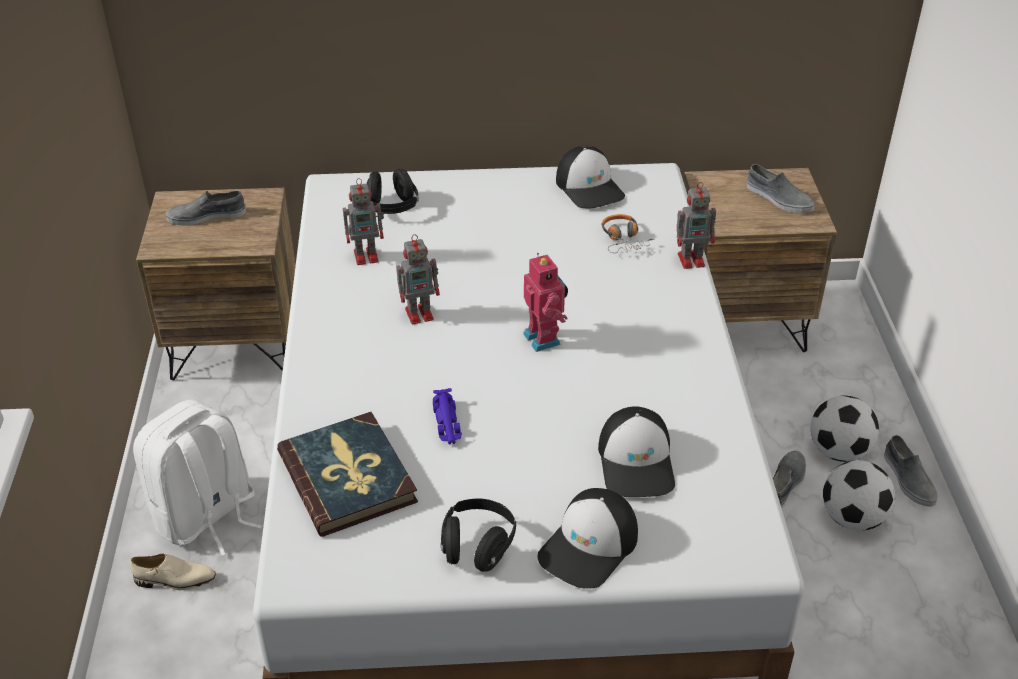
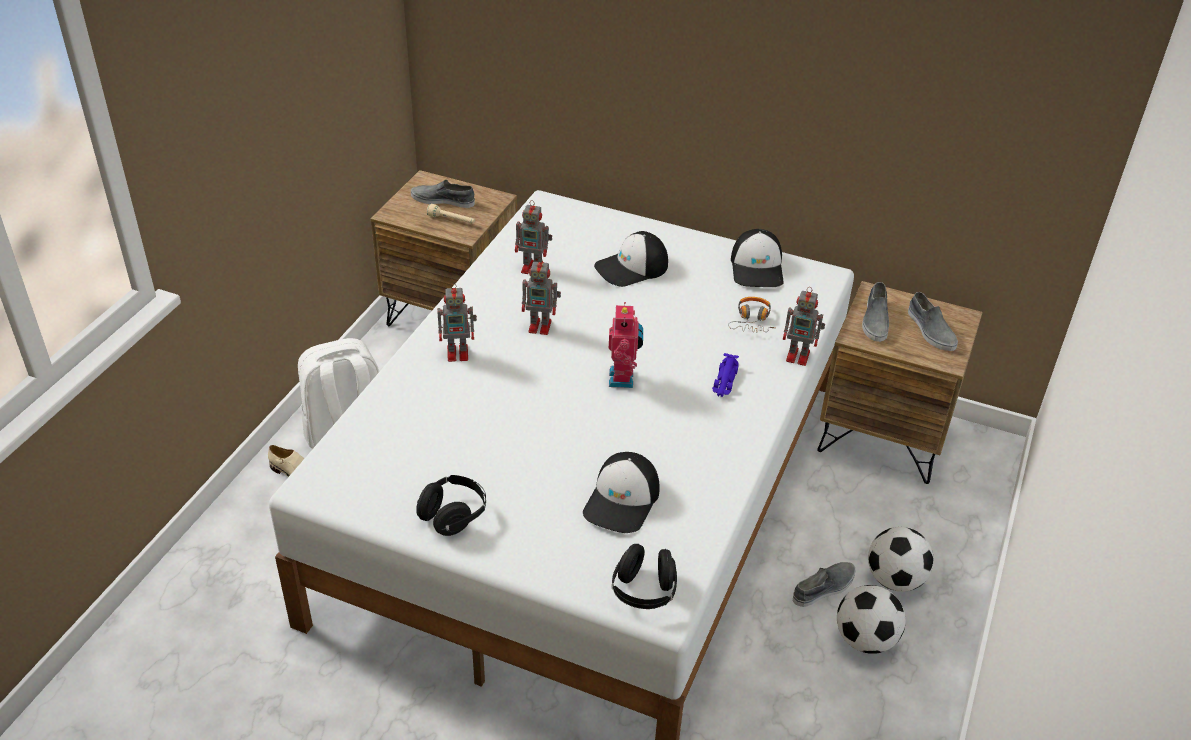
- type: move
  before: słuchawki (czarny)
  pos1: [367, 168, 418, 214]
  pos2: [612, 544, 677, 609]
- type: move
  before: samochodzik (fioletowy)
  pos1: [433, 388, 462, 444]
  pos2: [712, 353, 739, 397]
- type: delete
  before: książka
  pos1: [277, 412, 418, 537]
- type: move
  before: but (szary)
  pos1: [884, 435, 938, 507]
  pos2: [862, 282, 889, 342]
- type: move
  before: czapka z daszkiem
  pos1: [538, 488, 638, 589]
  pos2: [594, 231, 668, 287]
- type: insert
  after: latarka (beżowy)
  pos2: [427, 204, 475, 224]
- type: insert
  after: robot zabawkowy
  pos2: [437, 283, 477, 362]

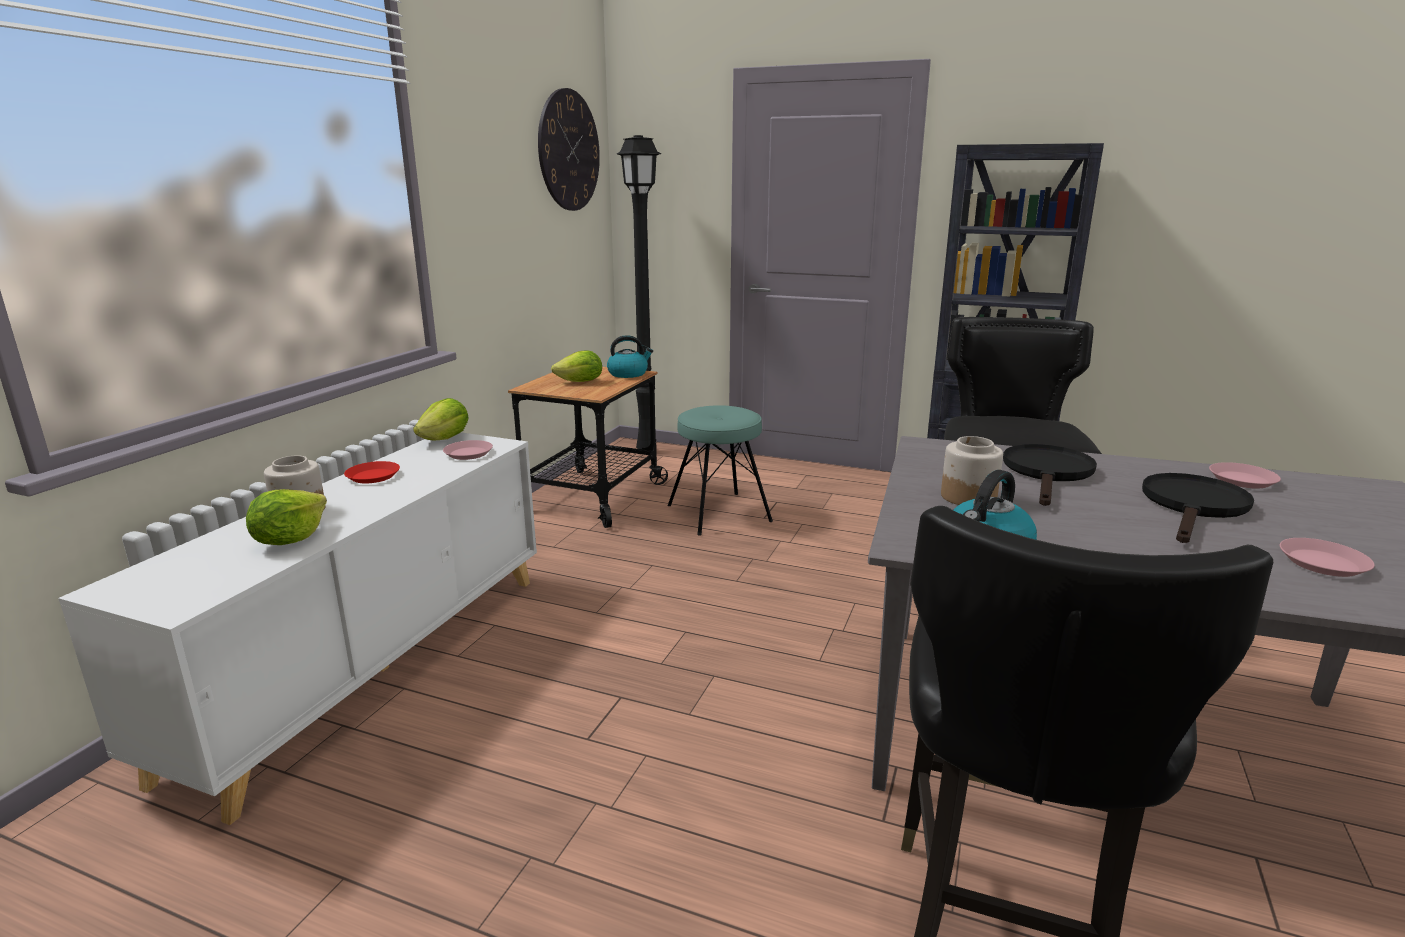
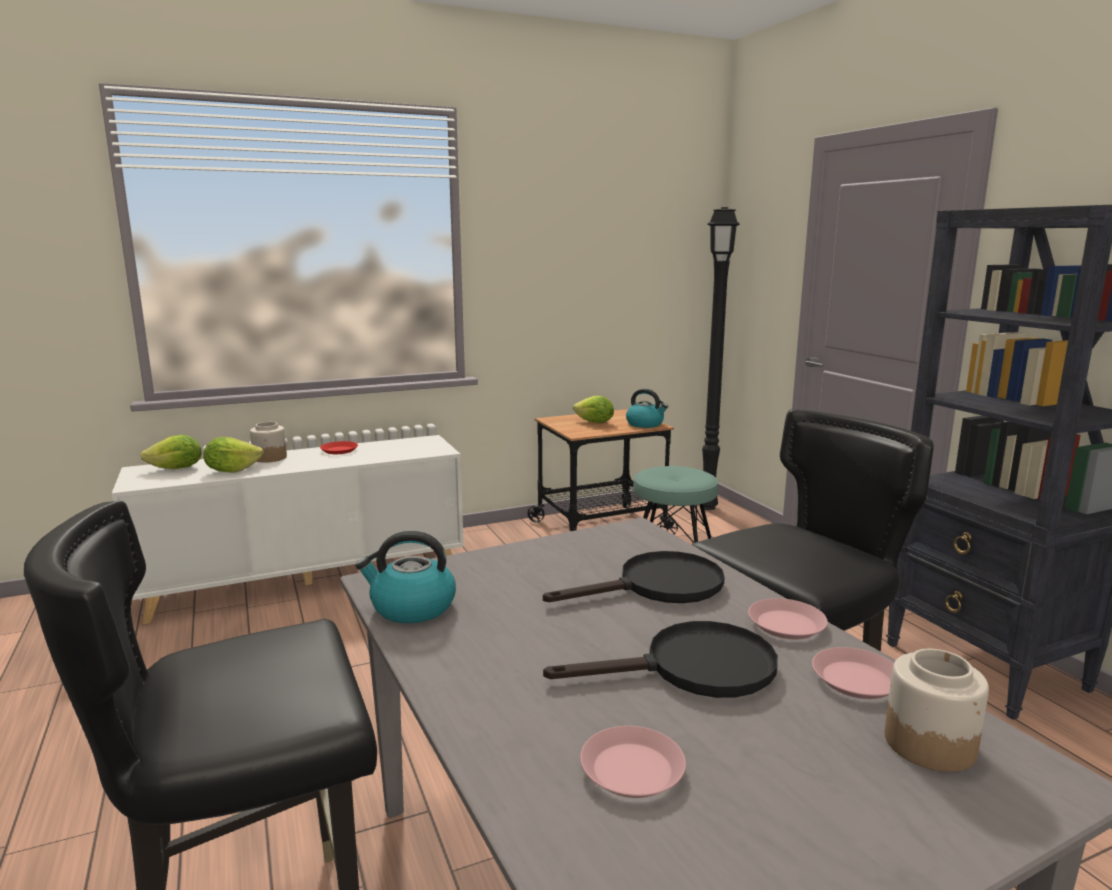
- type: delete
  before: zegar ścienny
  pos1: [538, 88, 600, 211]
- type: move
  before: sałata
  pos1: [413, 398, 469, 440]
  pos2: [140, 435, 202, 469]
- type: move
  before: słoik
  pos1: [941, 436, 1003, 505]
  pos2: [885, 649, 989, 772]
- type: move
  before: talerz (różowy)
  pos1: [443, 440, 493, 460]
  pos2: [748, 598, 828, 639]

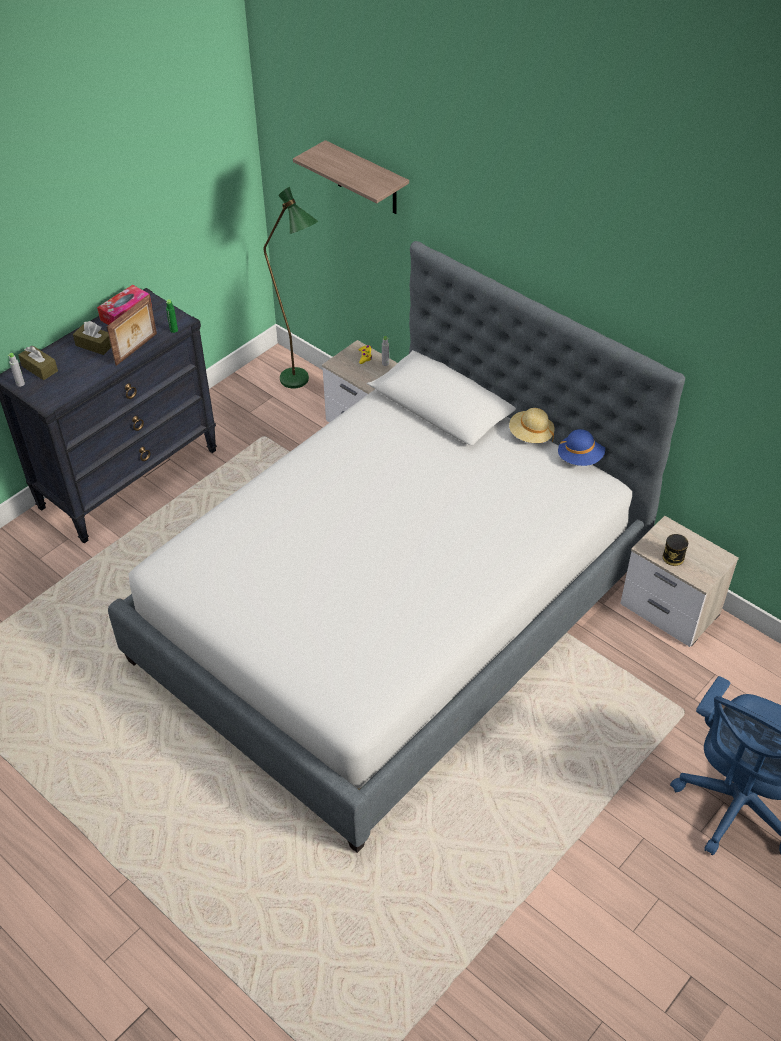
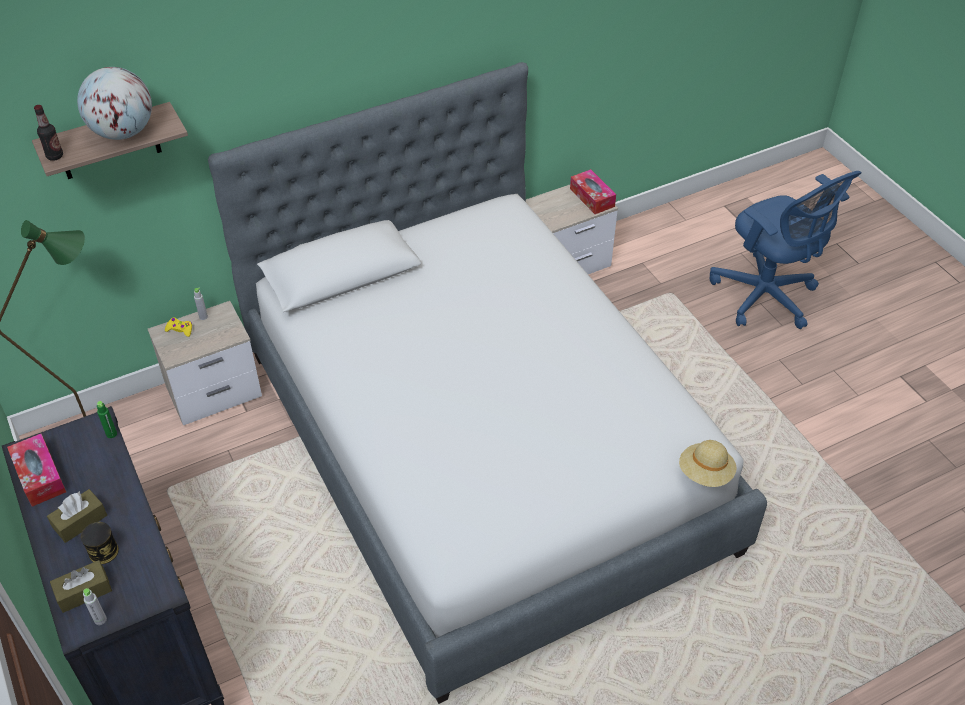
- type: delete
  before: ramka na zdjęcie
  pos1: [107, 295, 157, 366]
- type: move
  before: kapelusz (beżowy)
  pos1: [509, 408, 555, 443]
  pos2: [679, 440, 737, 487]
- type: delete
  before: kapelusz (niebieski)
  pos1: [558, 429, 605, 466]
- type: move
  before: puszka
  pos1: [663, 534, 688, 566]
  pos2: [81, 522, 119, 564]
- type: insert
  after: globus
  pos2: [77, 67, 152, 140]
- type: insert
  after: butelka
  pos2: [34, 105, 63, 161]
- type: insert
  after: pudełko chusteczek
  pos2: [570, 169, 616, 214]

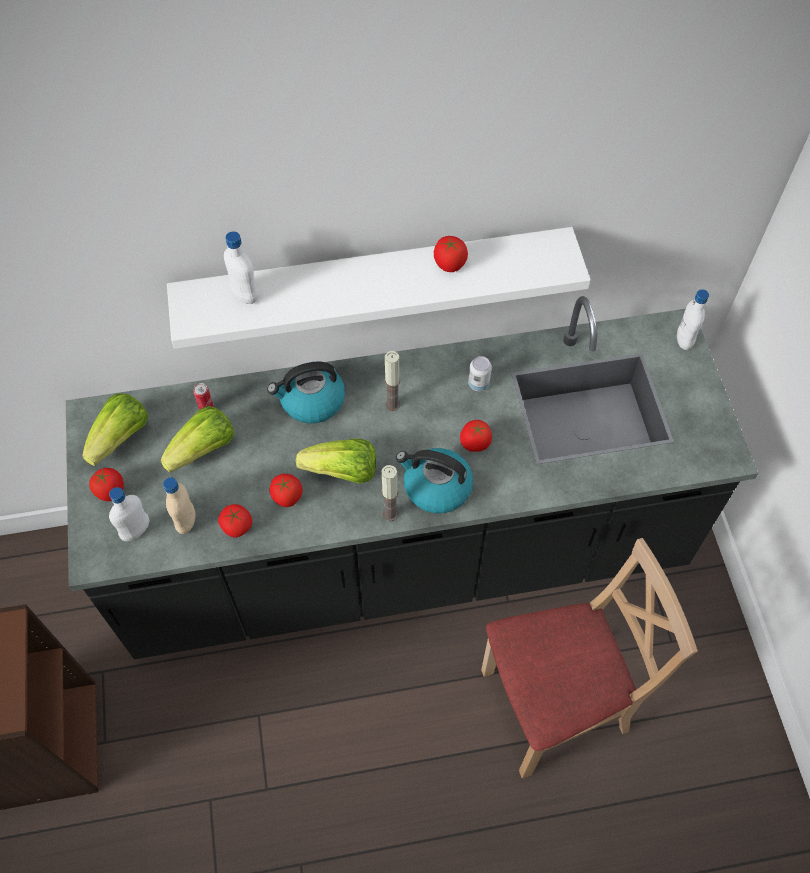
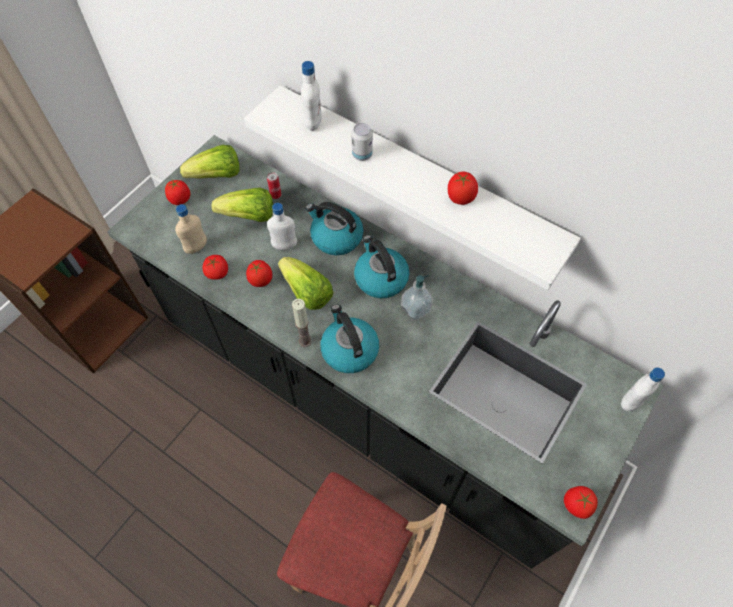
- type: replace
  before: świeca
  after: czajnik
  pos1: [385, 351, 400, 411]
  pos2: [354, 235, 409, 298]
- type: move
  before: puszka
  pos1: [468, 356, 492, 391]
  pos2: [352, 123, 373, 161]
- type: move
  before: pomidor
  pos1: [460, 420, 492, 452]
  pos2: [564, 486, 598, 519]
- type: move
  before: butelka (biały)
  pos1: [109, 487, 149, 541]
  pos2: [267, 203, 297, 250]
- type: insert
  after: dozownik mydła
  pos2: [401, 275, 433, 321]

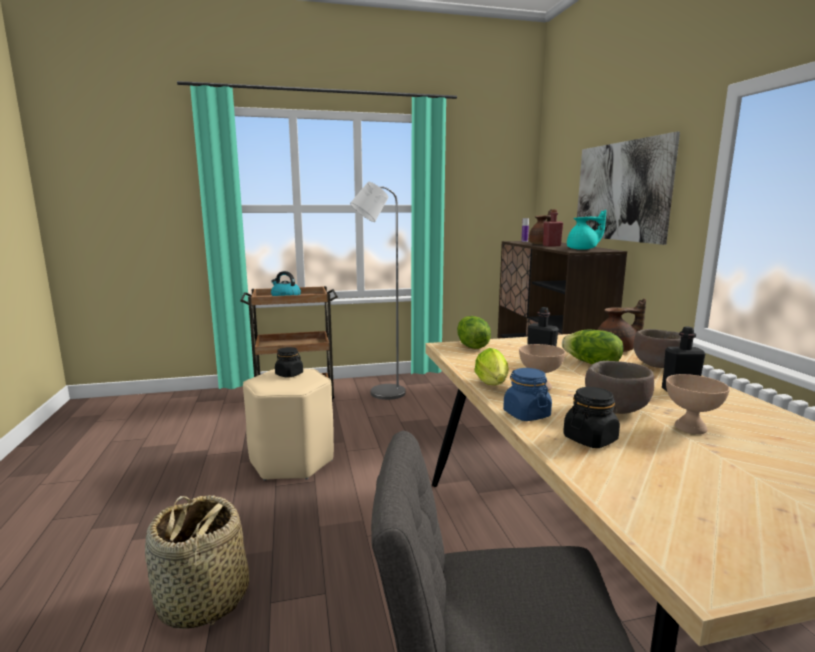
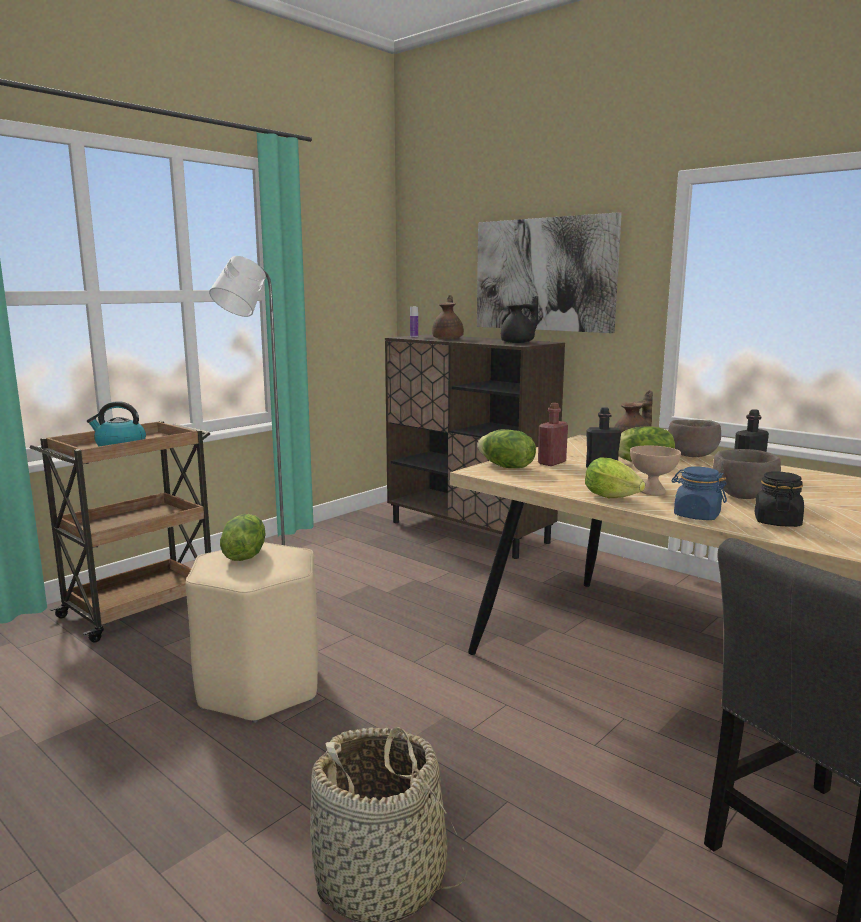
- type: move
  before: butelka (czerwony)
  pos1: [543, 209, 563, 247]
  pos2: [538, 403, 568, 466]
- type: recolor
  before: imbryk (turkusowy)
  after: imbryk (czarny)
  pos1: [567, 210, 606, 250]
  pos2: [501, 296, 538, 343]
- type: replace
  before: słoik (czarny)
  after: sałata
  pos1: [275, 347, 303, 378]
  pos2: [220, 514, 266, 561]
- type: delete
  before: miska (beżowy)
  pos1: [666, 374, 730, 434]

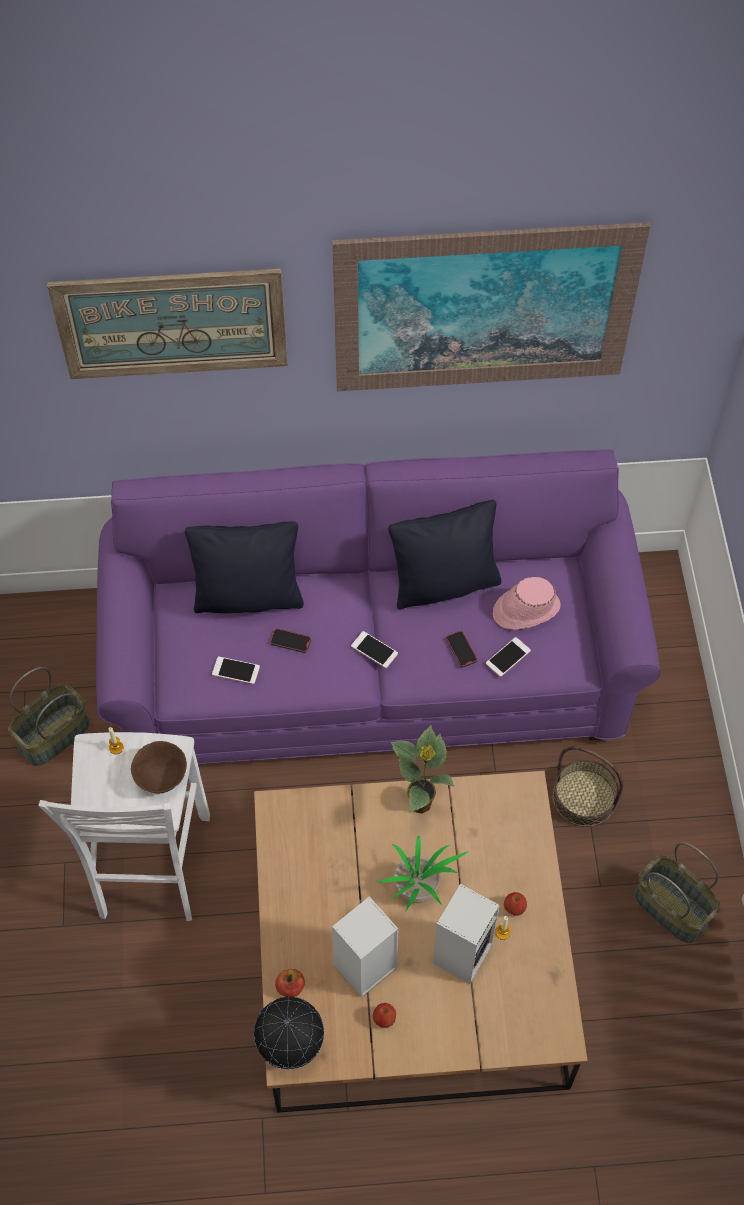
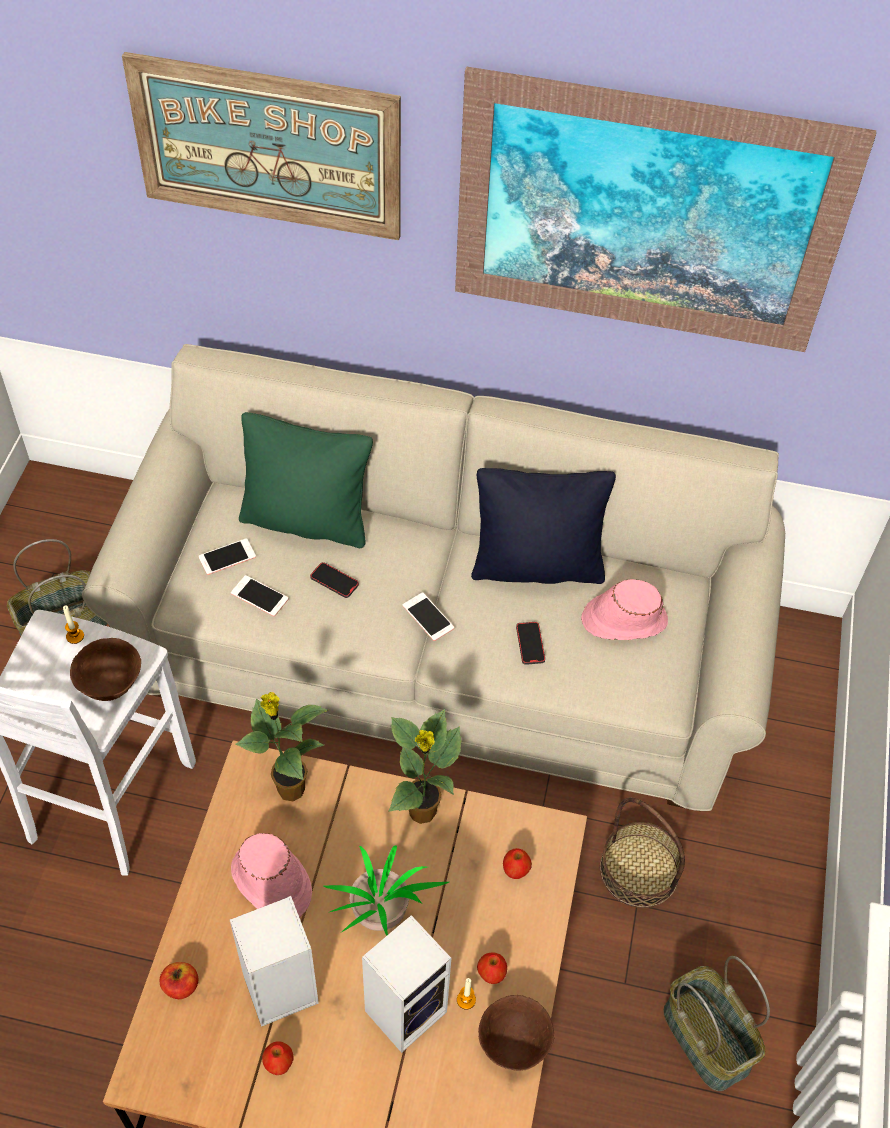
- type: recolor
  before: kanapa (fioletowy)
  after: kanapa (beżowy)
  pos1: [96, 449, 661, 764]
  pos2: [82, 344, 785, 811]
- type: recolor
  before: poduszka (czarny)
  after: poduszka (zielony)
  pos1: [185, 522, 304, 613]
  pos2: [239, 412, 373, 548]
- type: move
  before: telefon
  pos1: [486, 637, 531, 677]
  pos2: [199, 538, 256, 575]
- type: delete
  before: globus
  pos1: [254, 997, 324, 1069]
- type: insert
  after: roślina doniczkowa
  pos2: [235, 692, 328, 801]
- type: insert
  after: kapelusz (różowy)
  pos2: [231, 833, 312, 918]
- type: insert
  after: jabłko
  pos2: [503, 848, 532, 879]
- type: insert
  after: miska (brązowy)
  pos2: [478, 995, 554, 1071]

